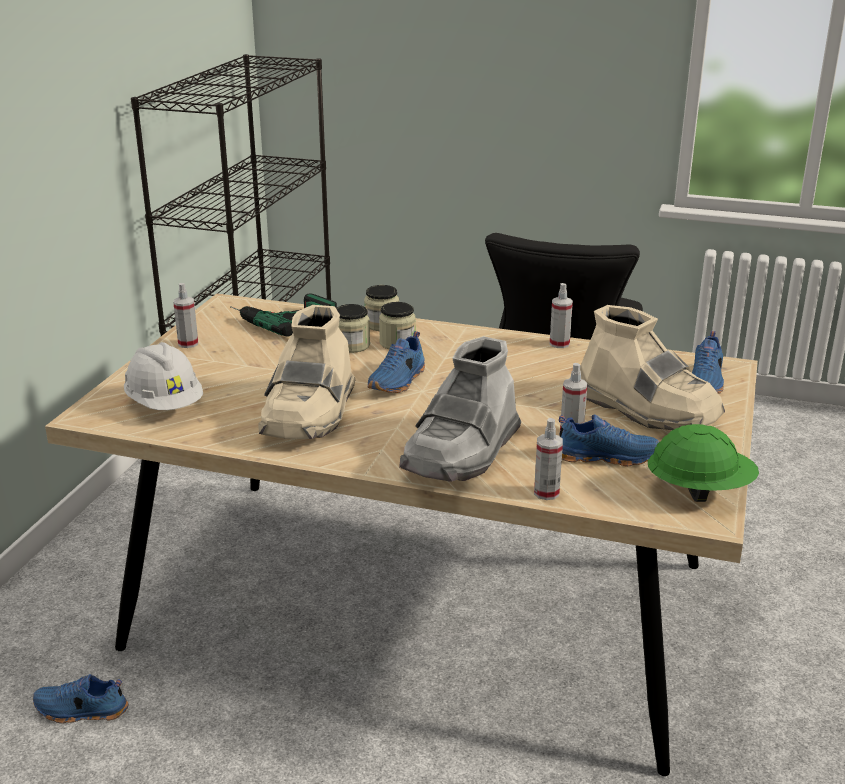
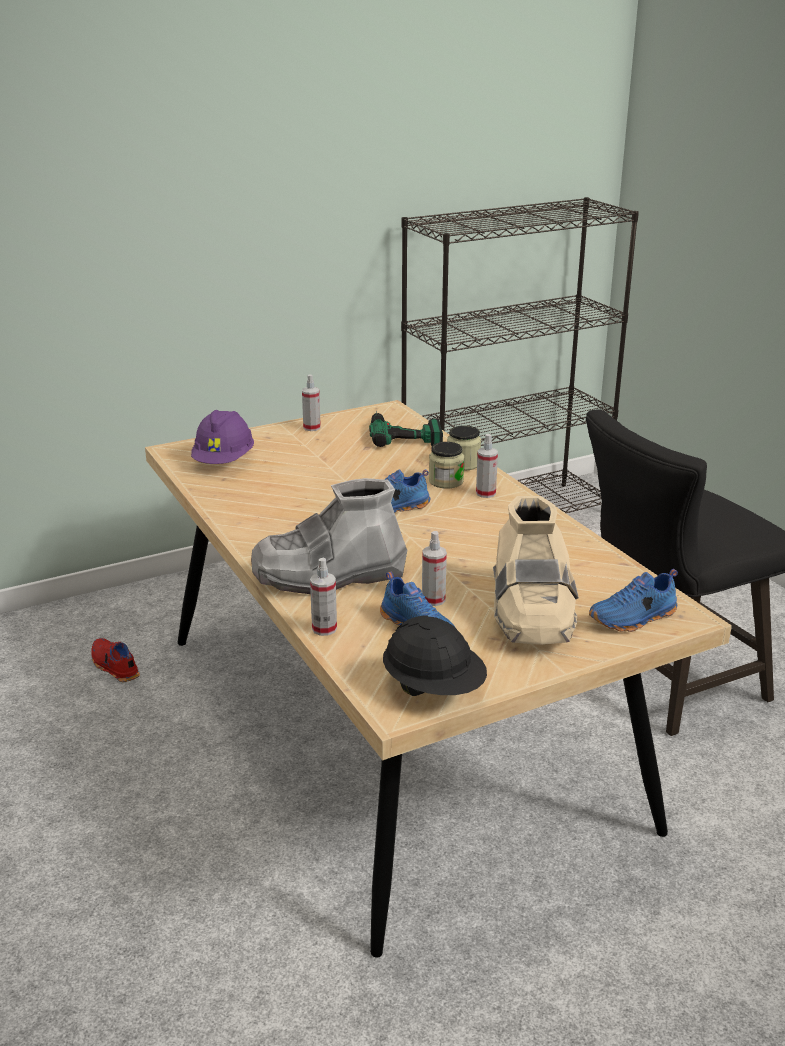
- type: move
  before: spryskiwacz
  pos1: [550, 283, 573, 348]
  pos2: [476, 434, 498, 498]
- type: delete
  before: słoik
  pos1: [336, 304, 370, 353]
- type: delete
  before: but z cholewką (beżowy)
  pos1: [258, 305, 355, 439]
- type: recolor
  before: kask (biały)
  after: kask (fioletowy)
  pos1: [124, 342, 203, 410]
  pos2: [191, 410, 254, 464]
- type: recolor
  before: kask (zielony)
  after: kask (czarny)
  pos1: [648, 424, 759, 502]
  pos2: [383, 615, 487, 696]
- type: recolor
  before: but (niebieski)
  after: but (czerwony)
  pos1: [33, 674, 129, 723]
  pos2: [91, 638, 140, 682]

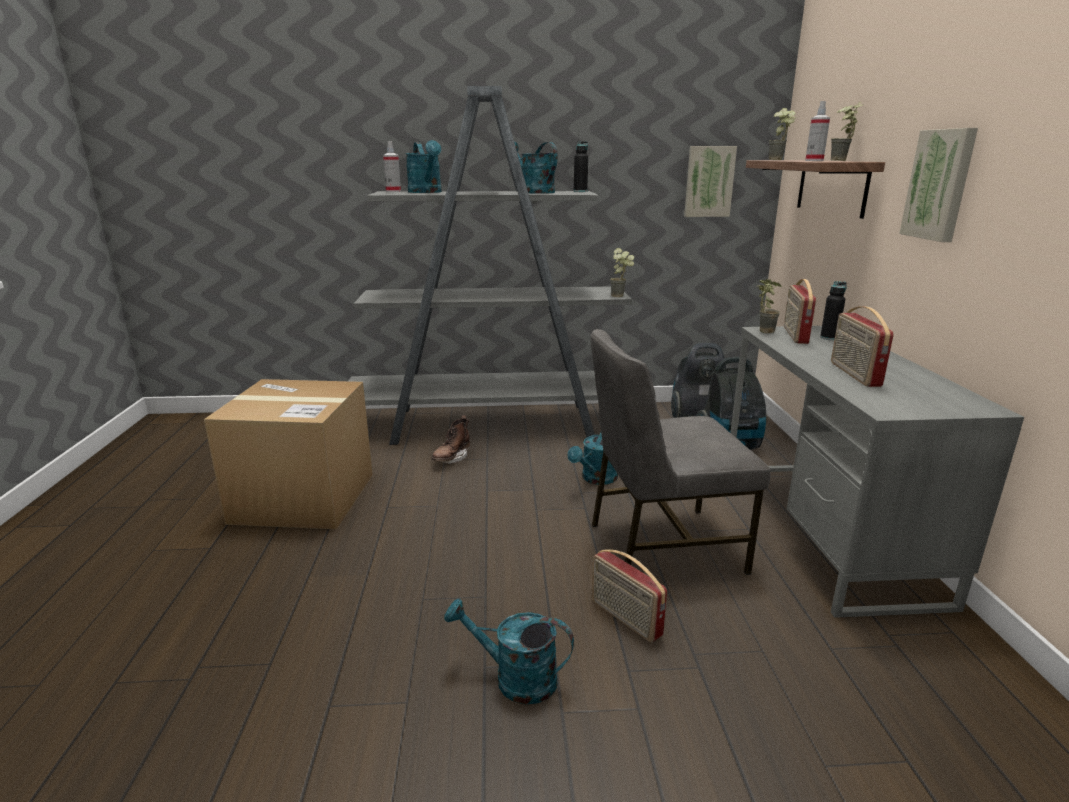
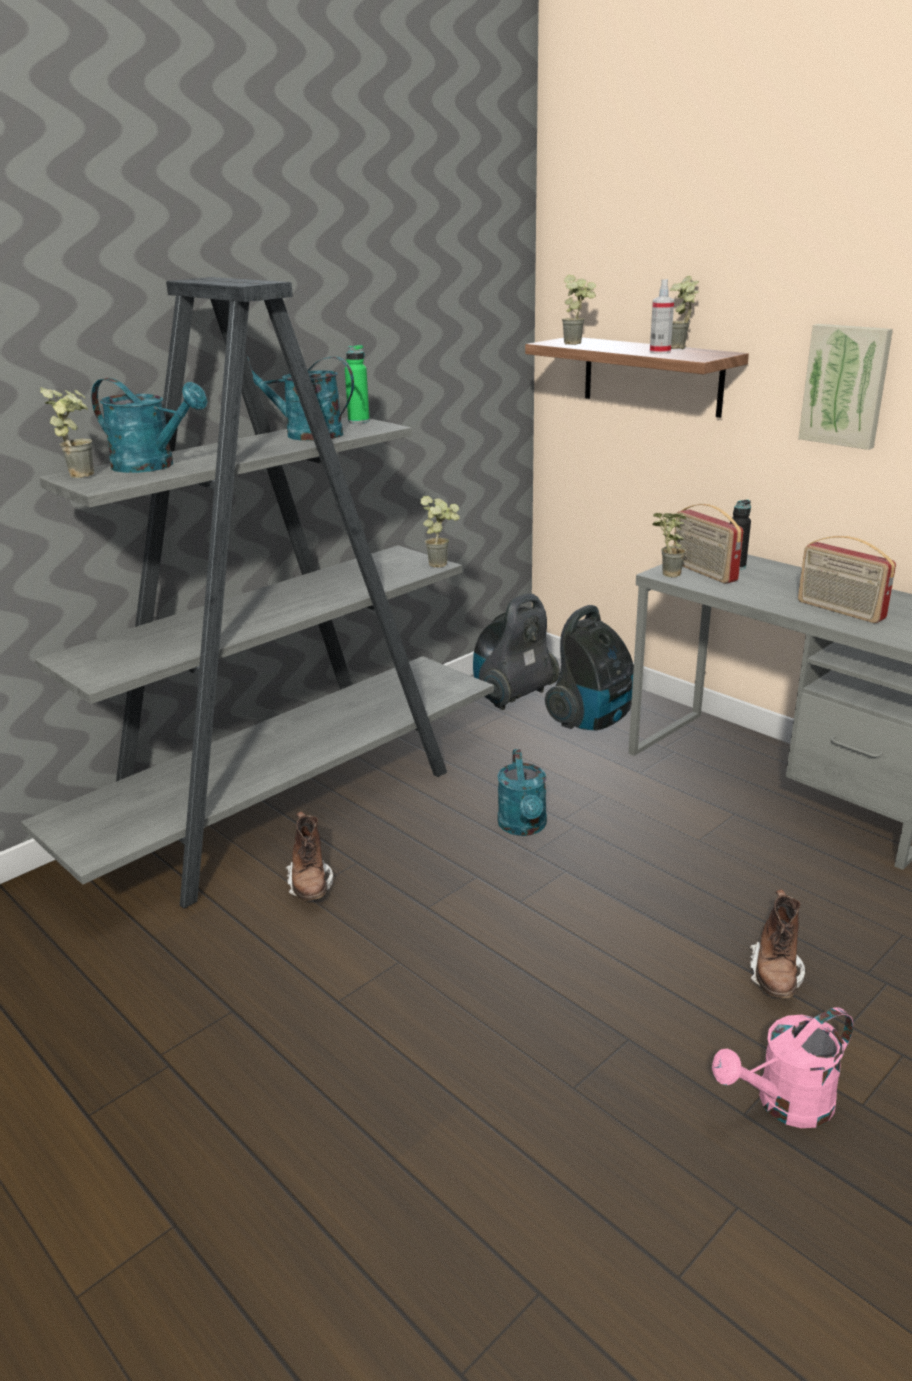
- type: replace
  before: spryskiwacz
  after: roślina doniczkowa
  pos1: [383, 141, 401, 192]
  pos2: [40, 387, 94, 478]
- type: recolor
  before: butelka (czarny)
  after: butelka (zielony)
  pos1: [574, 141, 588, 192]
  pos2: [345, 345, 370, 424]
- type: delete
  before: obraz
  pos1: [684, 146, 737, 217]
- type: delete
  before: krzesło (szary)
  pos1: [590, 329, 771, 575]
- type: delete
  before: karton
  pos1: [204, 379, 373, 529]
- type: replace
  before: radio
  after: but z cholewką (brązowy)
  pos1: [591, 549, 667, 642]
  pos2: [750, 889, 805, 998]
- type: recolor
  before: konewka (turkusowy)
  after: konewka (różowy)
  pos1: [444, 599, 574, 704]
  pos2: [712, 1007, 853, 1128]

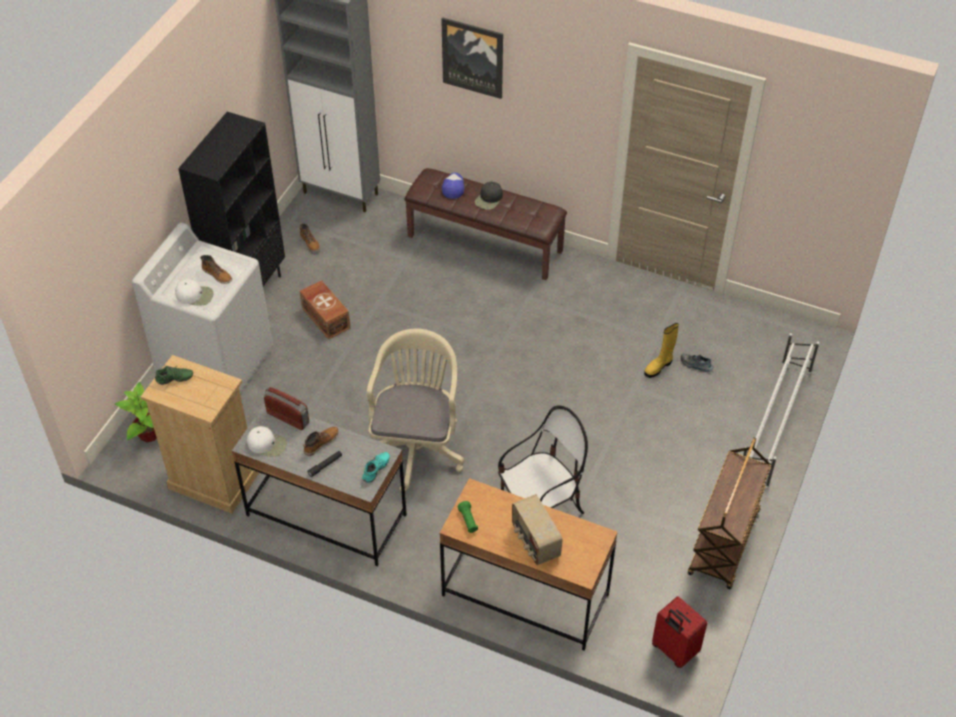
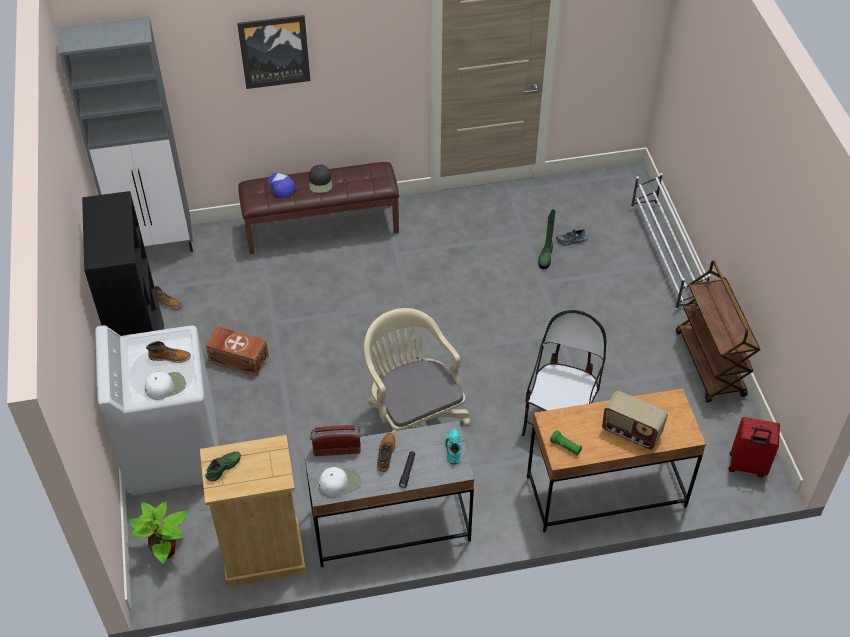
- type: recolor
  before: but z cholewką (żółty)
  after: but z cholewką (zielony)
  pos1: [644, 323, 679, 378]
  pos2: [538, 210, 555, 269]

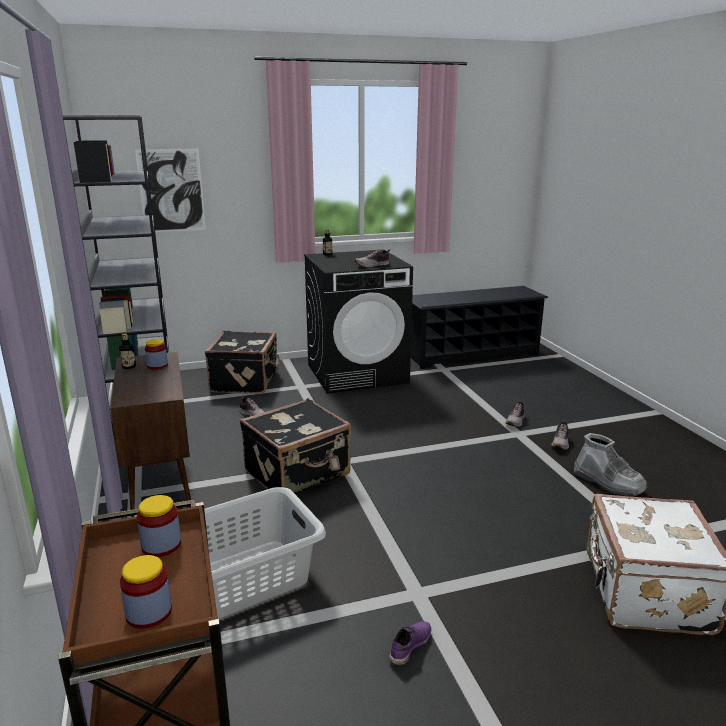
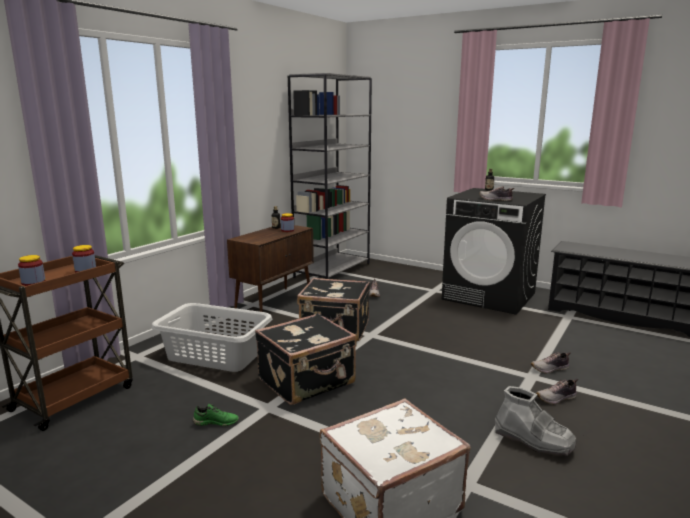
- type: delete
  before: obraz
  pos1: [135, 149, 206, 232]
- type: move
  before: walizka (czarny)
  pos1: [205, 330, 280, 394]
  pos2: [255, 313, 357, 405]
- type: rotate
  before: but z cholewką (szary)
  pos1: [574, 433, 648, 496]
  pos2: [495, 386, 577, 456]
  turn: -60
- type: recolor
  before: but (fioletowy)
  after: but (zielony)
  pos1: [389, 621, 431, 666]
  pos2: [193, 404, 239, 426]

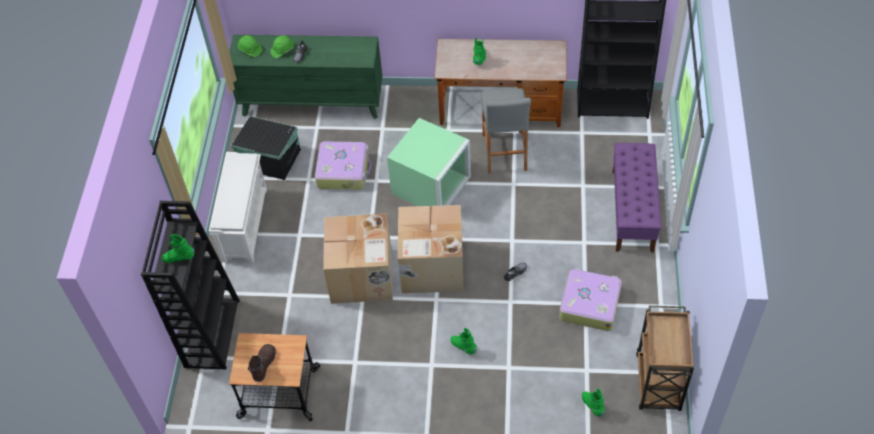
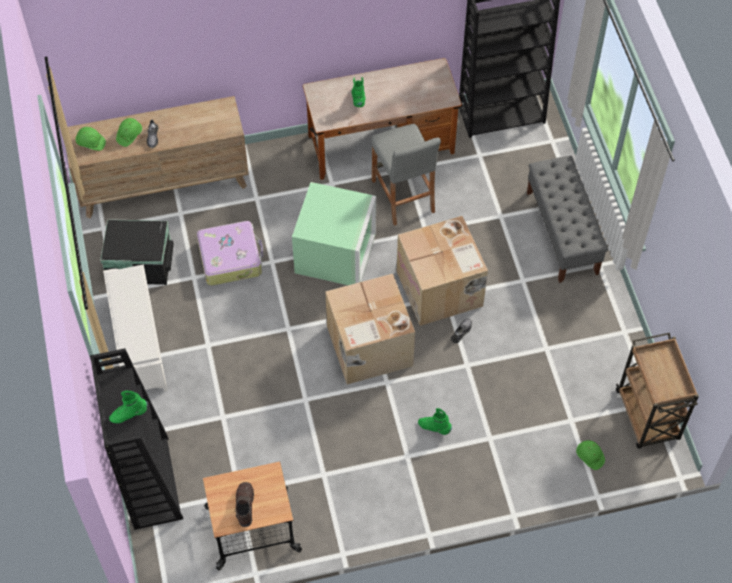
- type: recolor
  before: komoda (zielony)
  after: komoda (brązowy)
  pos1: [229, 35, 382, 119]
  pos2: [66, 96, 249, 218]
- type: recolor
  before: ławka (fioletowy)
  after: ławka (szary)
  pos1: [613, 143, 661, 253]
  pos2: [527, 156, 608, 283]
- type: move
  before: karton
  pos1: [323, 214, 393, 304]
  pos2: [397, 216, 488, 326]
- type: delete
  before: walizka
  pos1: [559, 268, 622, 331]
- type: replace
  before: but z cholewką (zielony)
  after: kask (zielony)
  pos1: [582, 388, 605, 416]
  pos2: [576, 440, 605, 470]

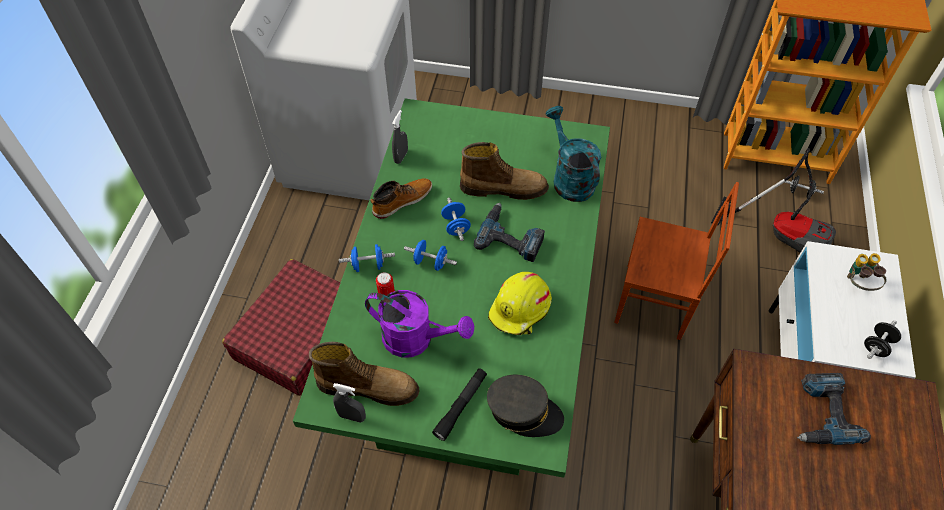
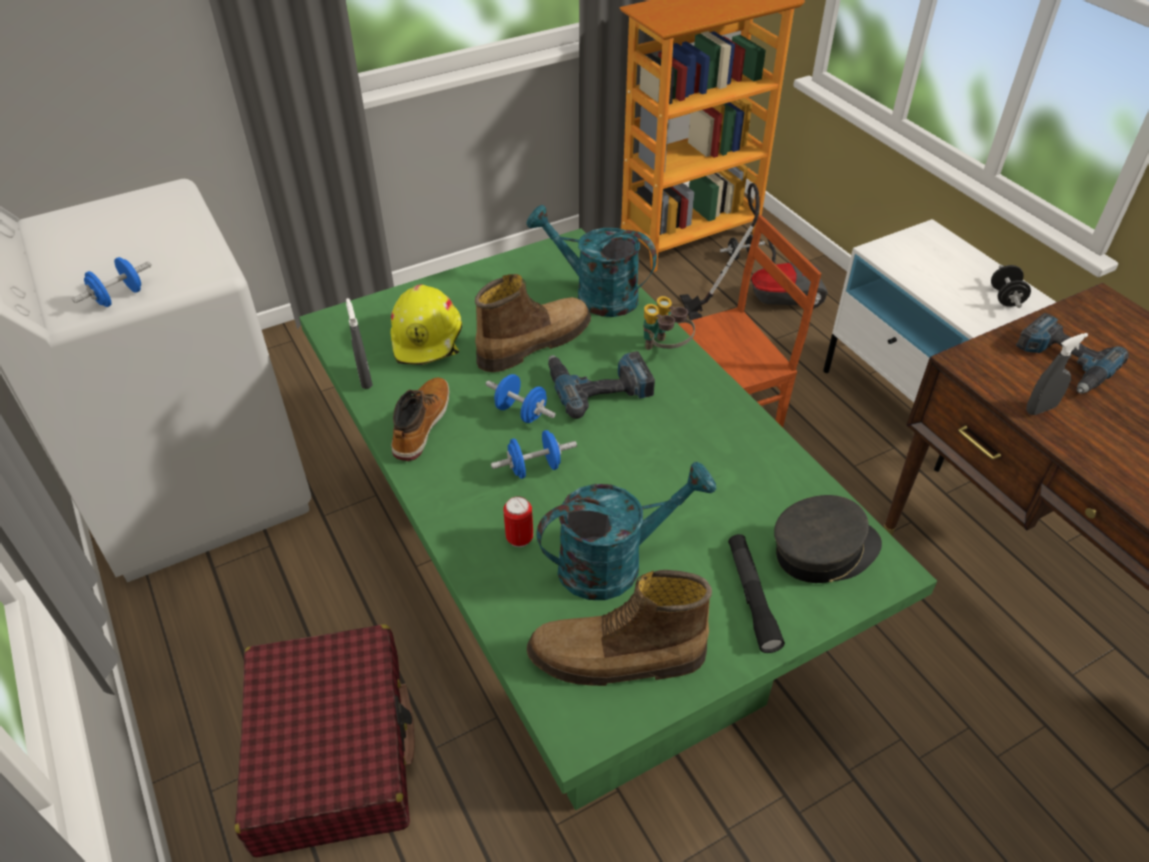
- type: move
  before: hantel (niebieski)
  pos1: [339, 244, 395, 272]
  pos2: [72, 257, 151, 307]
- type: move
  before: lornetka
  pos1: [847, 253, 887, 291]
  pos2: [643, 296, 695, 350]
- type: move
  before: kask (żółty)
  pos1: [488, 272, 552, 335]
  pos2: [391, 284, 462, 365]
- type: recolor
  before: konewka (fioletowy)
  after: konewka (turkusowy)
  pos1: [365, 290, 474, 358]
  pos2: [536, 462, 716, 600]
- type: rotate
  before: but z cholewką
  pos1: [309, 342, 419, 406]
  pos2: [527, 570, 712, 686]
  turn: -150
- type: move
  before: spryskiwacz (szary)
  pos1: [333, 383, 366, 423]
  pos2: [1026, 333, 1088, 415]

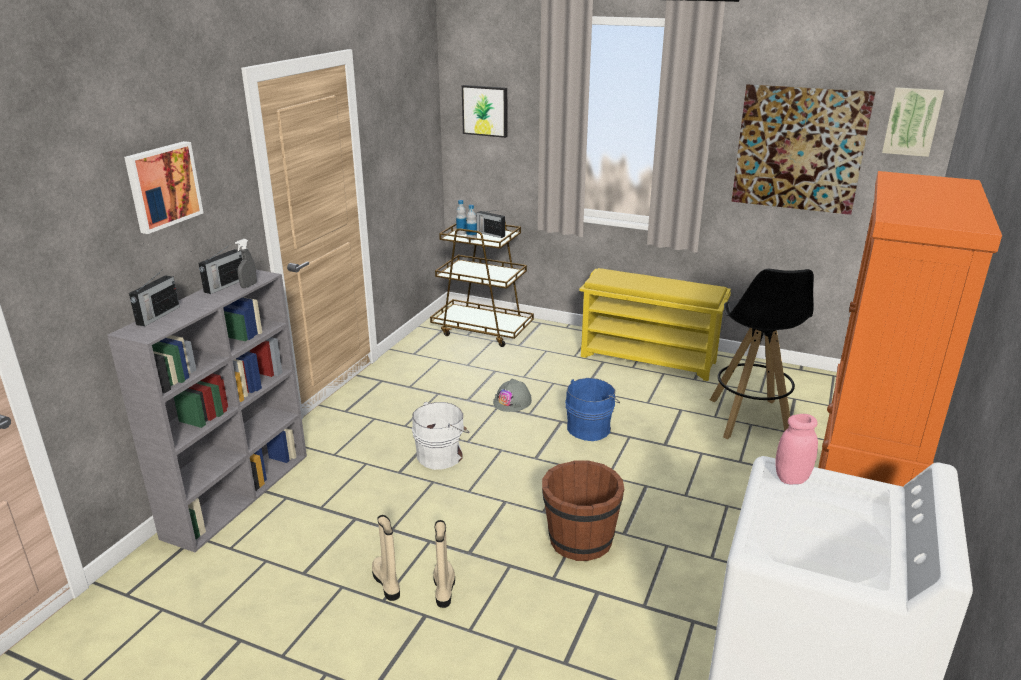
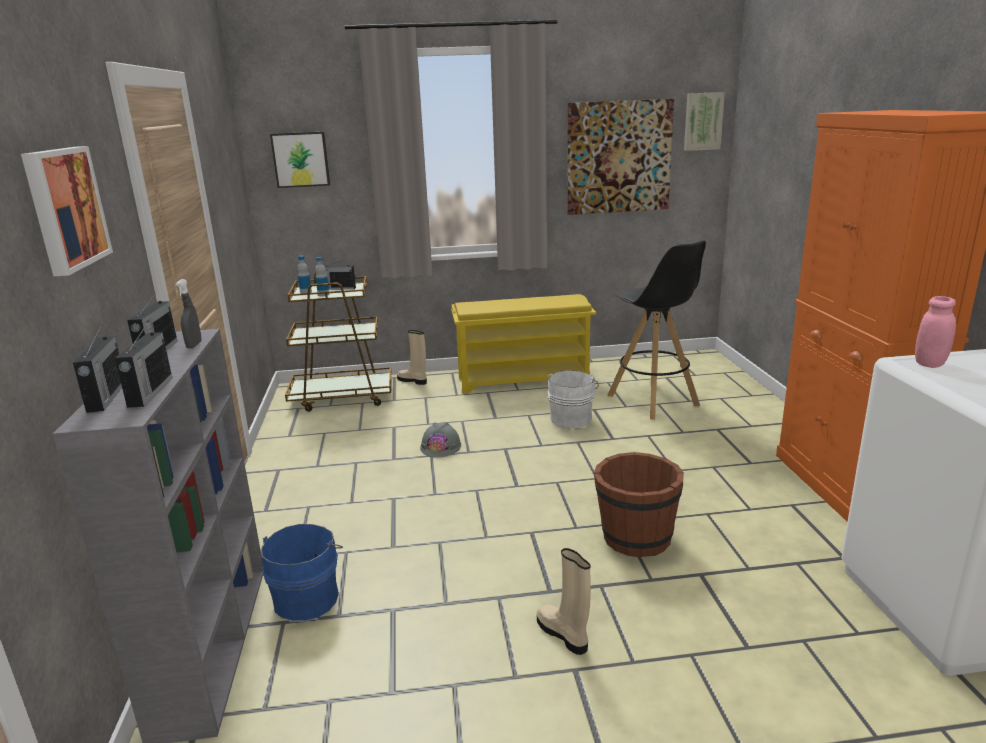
- type: move
  before: wiadro (niebieski)
  pos1: [565, 378, 620, 441]
  pos2: [261, 524, 343, 621]
- type: move
  before: wiadro (biały)
  pos1: [412, 402, 469, 470]
  pos2: [548, 370, 599, 428]
- type: move
  before: but z cholewką (beżowy)
  pos1: [372, 515, 400, 601]
  pos2: [397, 330, 427, 385]
- type: insert
  after: radio
  pos2: [115, 323, 172, 408]

